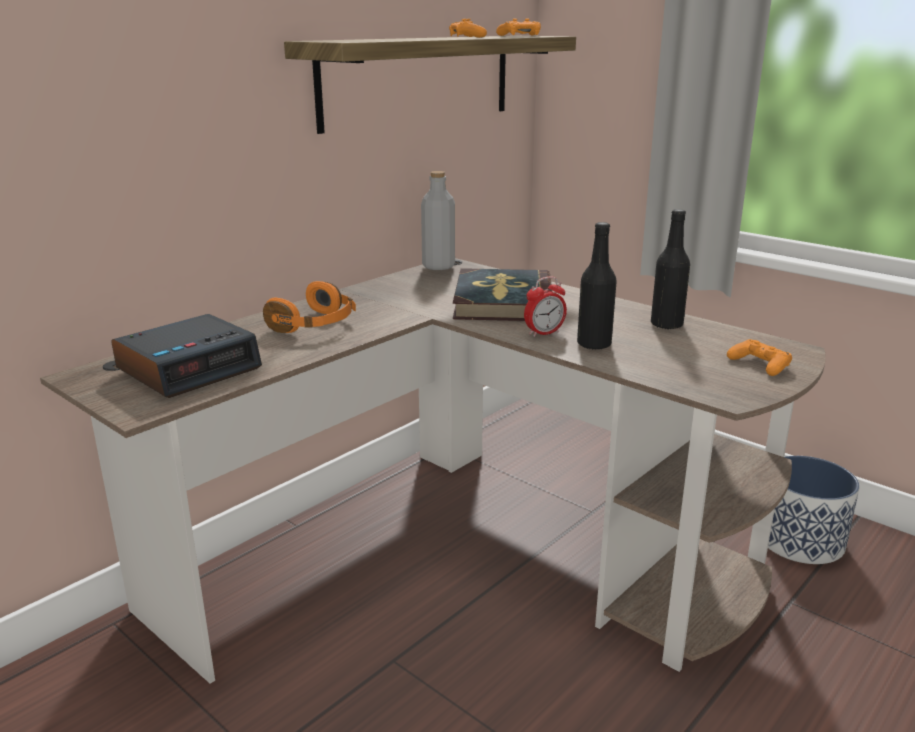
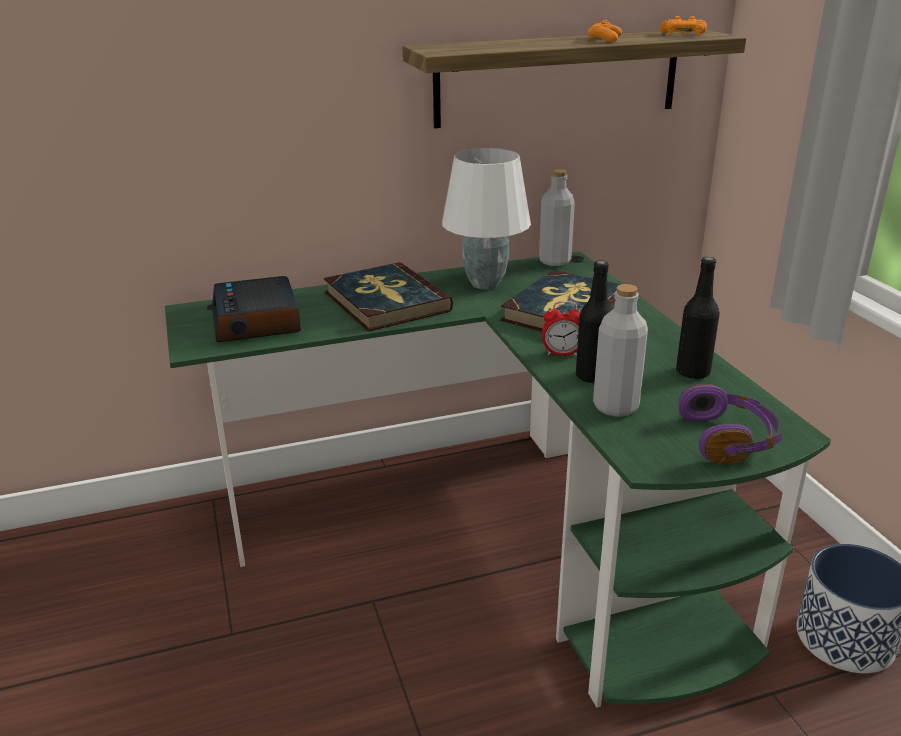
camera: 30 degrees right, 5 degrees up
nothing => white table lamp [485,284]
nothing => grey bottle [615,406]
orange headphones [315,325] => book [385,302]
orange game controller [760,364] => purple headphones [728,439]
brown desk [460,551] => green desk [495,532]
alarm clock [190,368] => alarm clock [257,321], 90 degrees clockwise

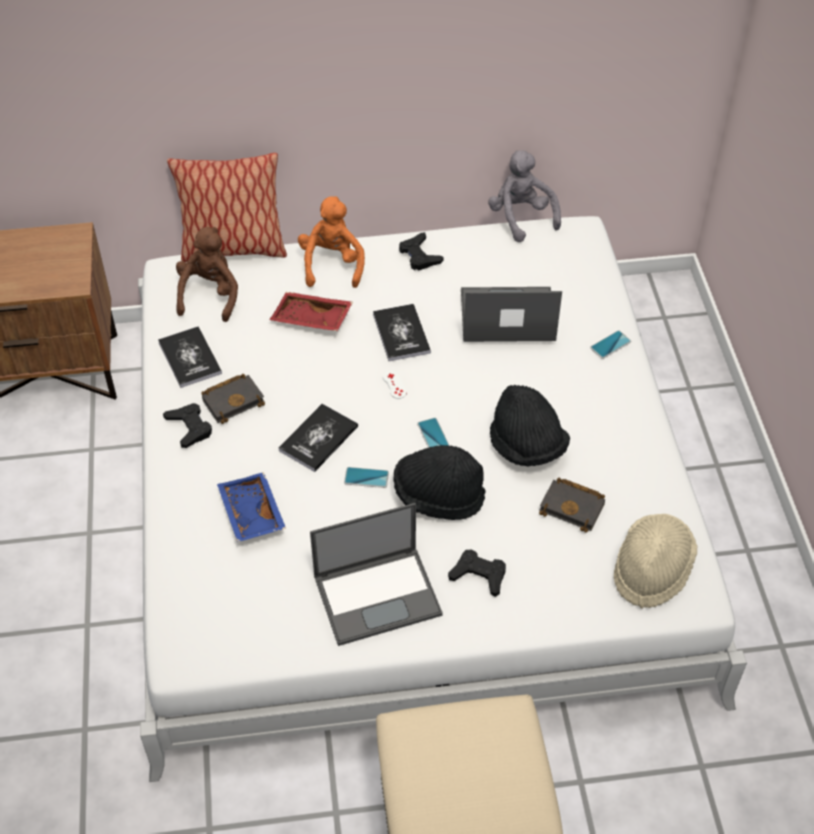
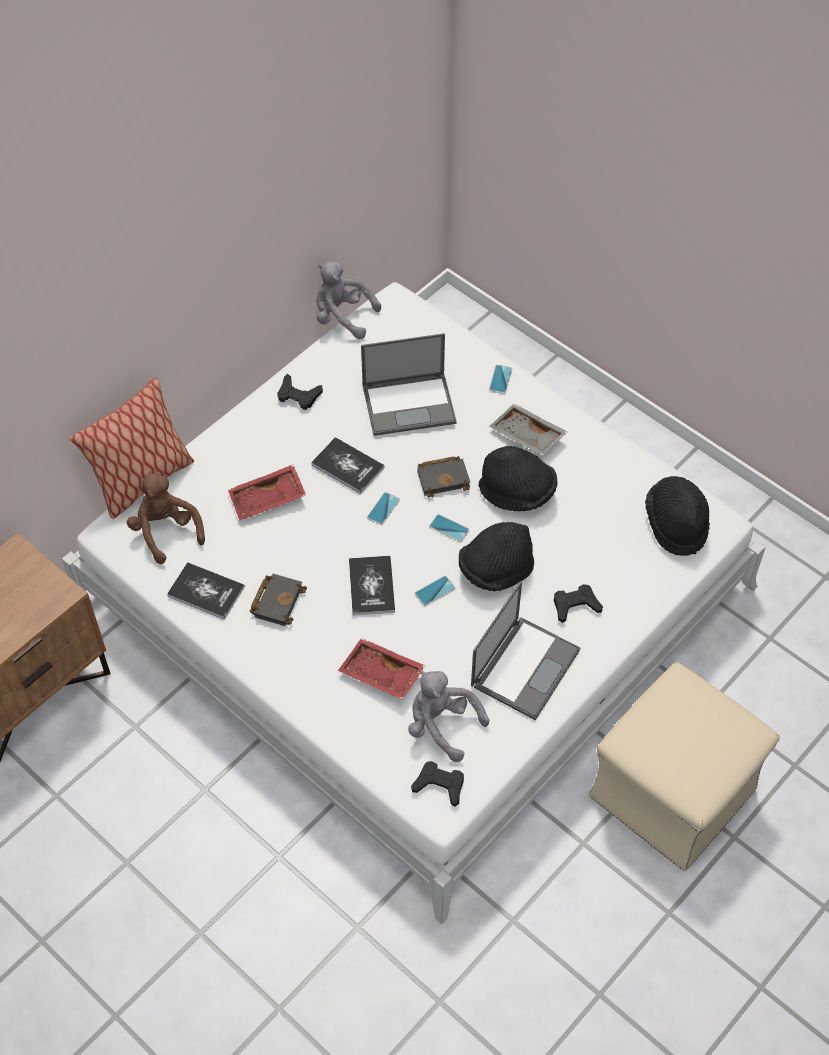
camera: 40 degrees left, 5 degrees up
orange plush toy [332,264] => nothing
nothing => grey plush toy [441,725]
nothing => grey tray [526,436]
black game controller [189,428] => black game controller [439,785], relocated
black book [574,507] => black book [444,478], relocated
white game controller [394,384] => phone [383,509]
blue tray [250,514] => red tray [380,675]
beige hat [651,570] => black hat [676,524]
laptop [506,316] => laptop [410,403], 150 degrees counterclockwise

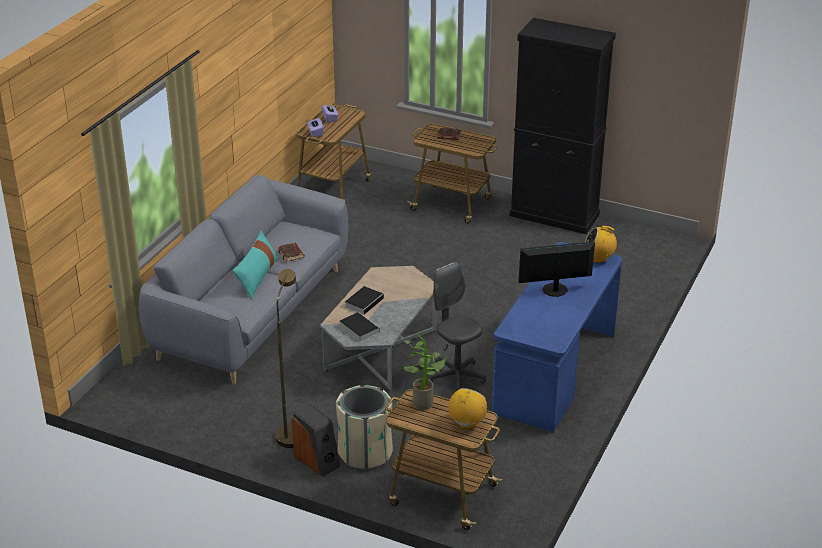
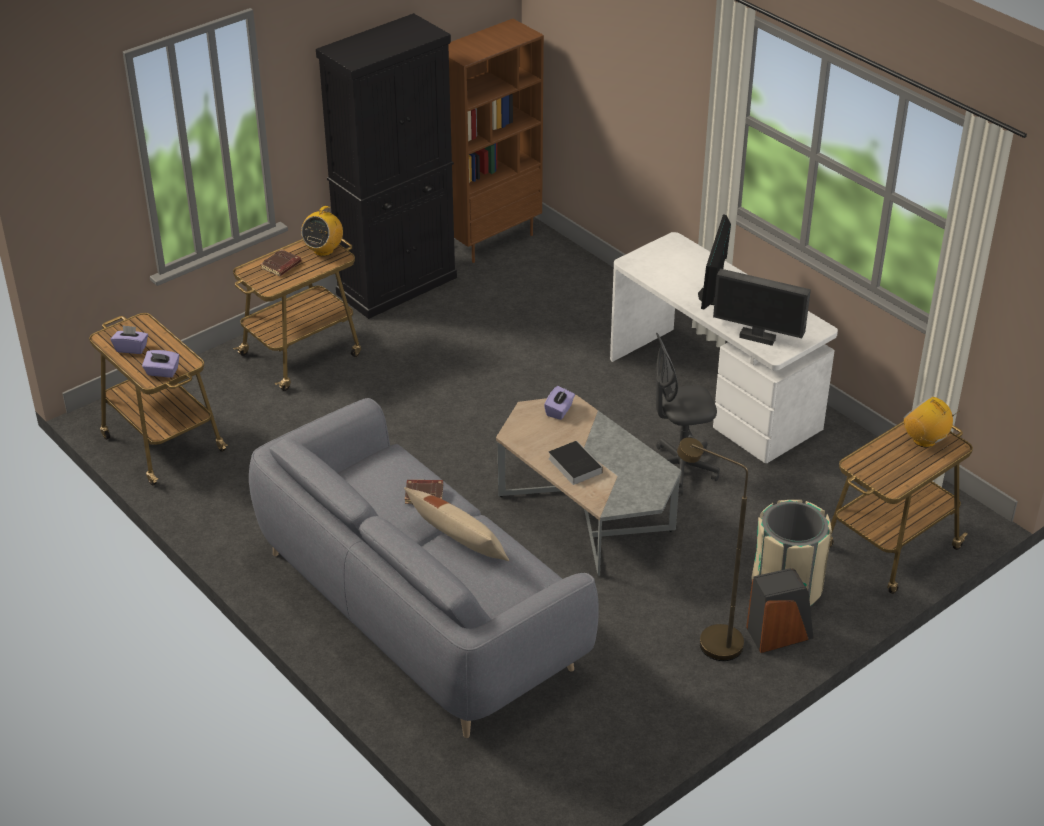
camera: 65 degrees left, 5 degrees up
book [358,328] => nothing
potted plant [424,402] => nothing
nothing => brown bookcase [491,240]
nothing => purple tissue box [559,411]
nothing => monitor [757,337]
radio [598,258] => radio [323,250], relocated
turquoise pillow [257,277] => beige pillow [457,541]
blue desk [555,372] => white desk [714,392]

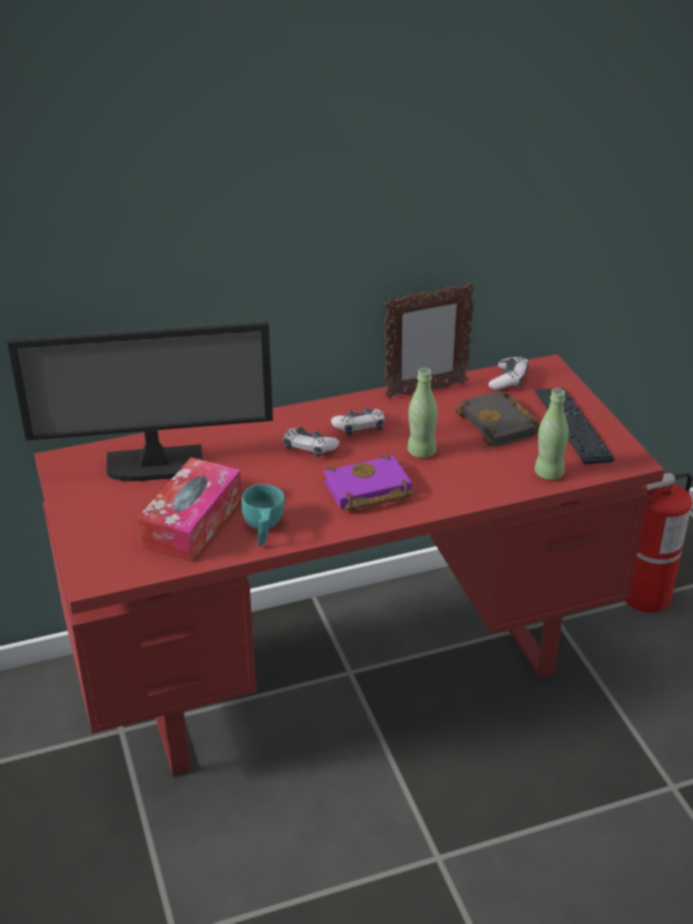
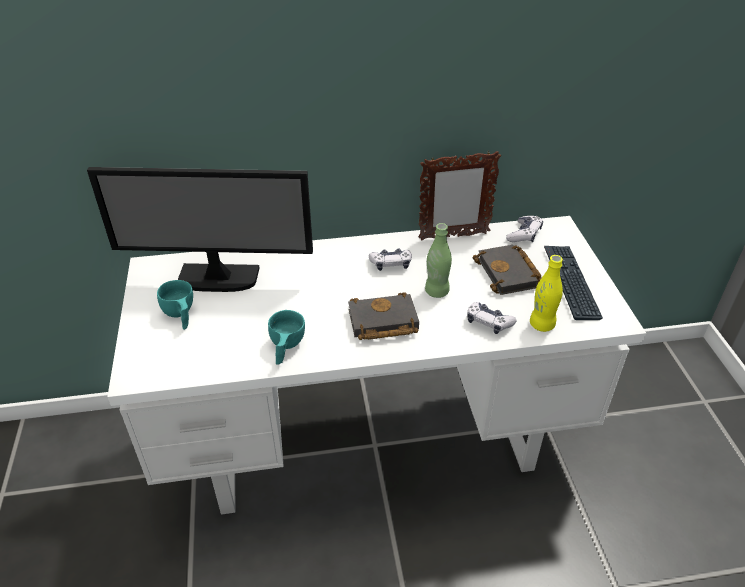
camera: 10 degrees right, 5 degrees up
tissue box [192,522] => nothing
fire extinguisher [645,596] => nothing
nothing => turquoise cup [180,315]
game controller [309,448] => game controller [488,322], relocated
red desk [347,668] => white desk [373,441]
purple book [366,491] => black book [381,323]
green bottle [548,473] => yellow bottle [541,324]

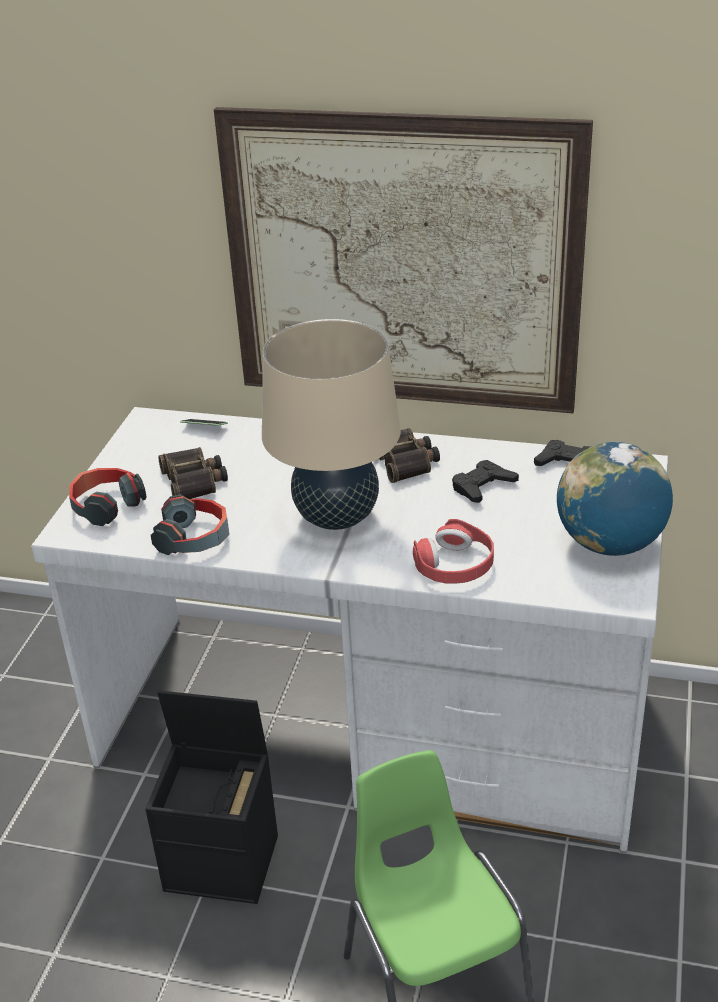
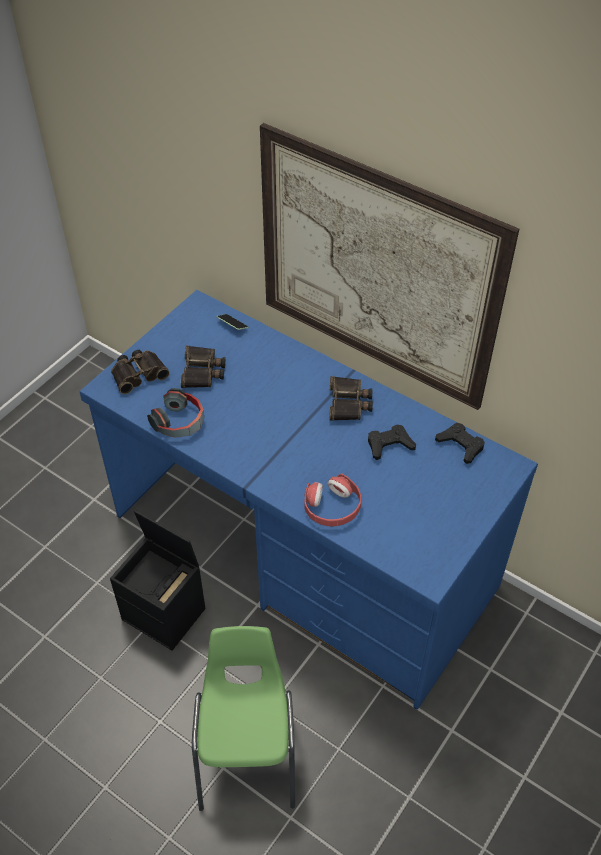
camera: 20 degrees right, 15 degrees up
beige table lamp [337,517] => nothing
globe [610,544] => nothing
headphones [106,505] => binoculars [138,373]
white desk [372,727] => blue desk [301,552]

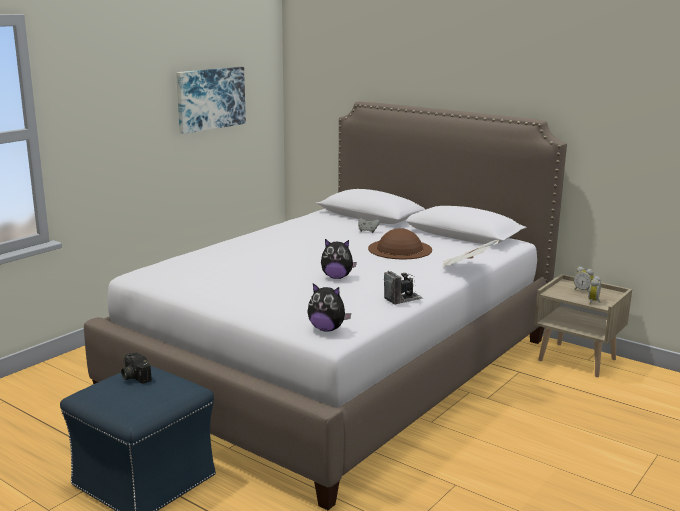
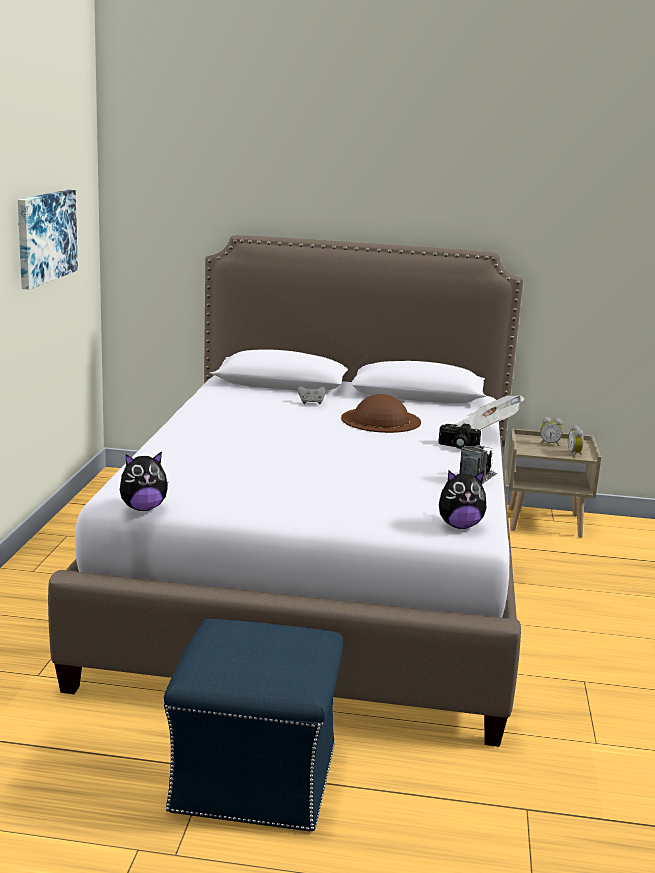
camera: 30 degrees left, 0 degrees up
photo camera [134,376] => photo camera [457,446], relocated
plush toy [337,277] => plush toy [143,508], relocated

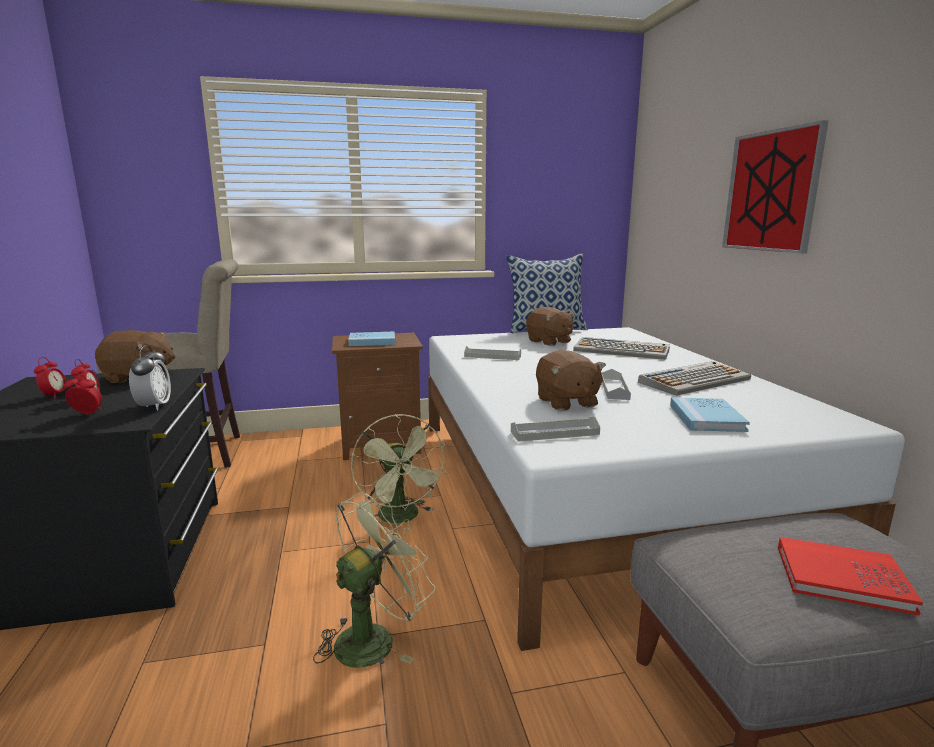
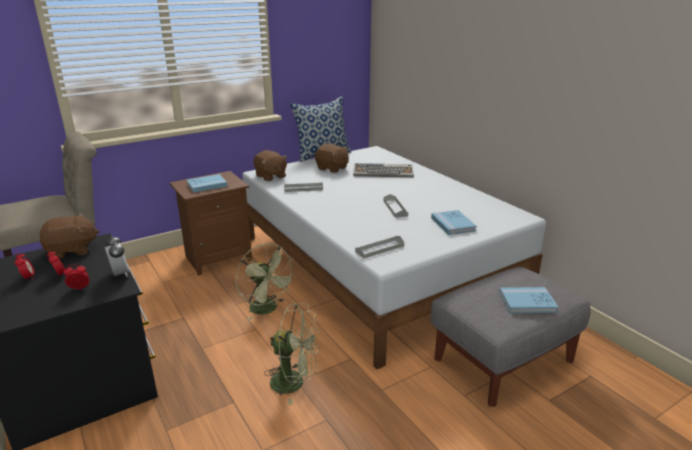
camera: 20 degrees left, 10 degrees up
keyboard [694,380] => nothing
picture [771,191] => nothing
brown plush toy [566,402] => brown plush toy [270,176], relocated
red book [842,578] => blue book [527,302]
green fan [374,637] => green fan [295,382], 75 degrees clockwise

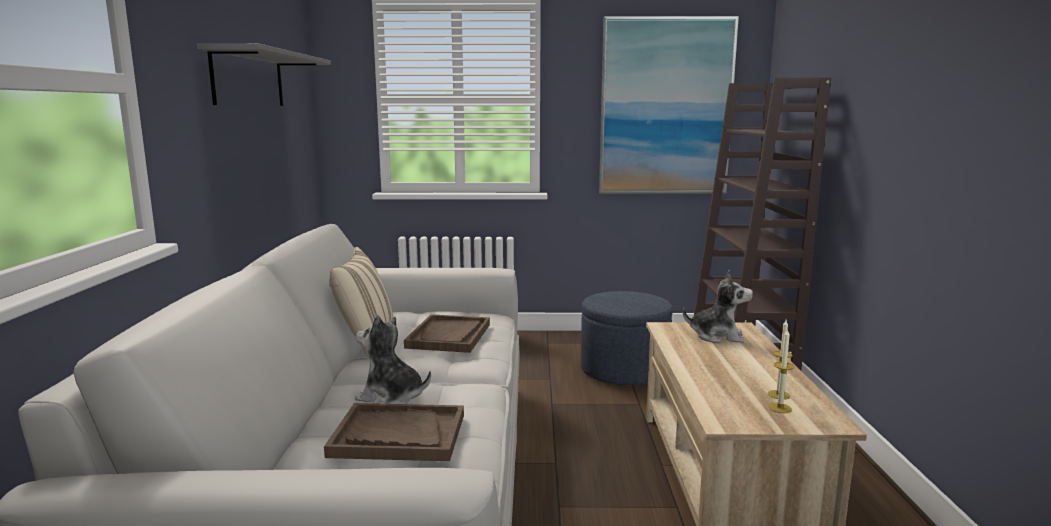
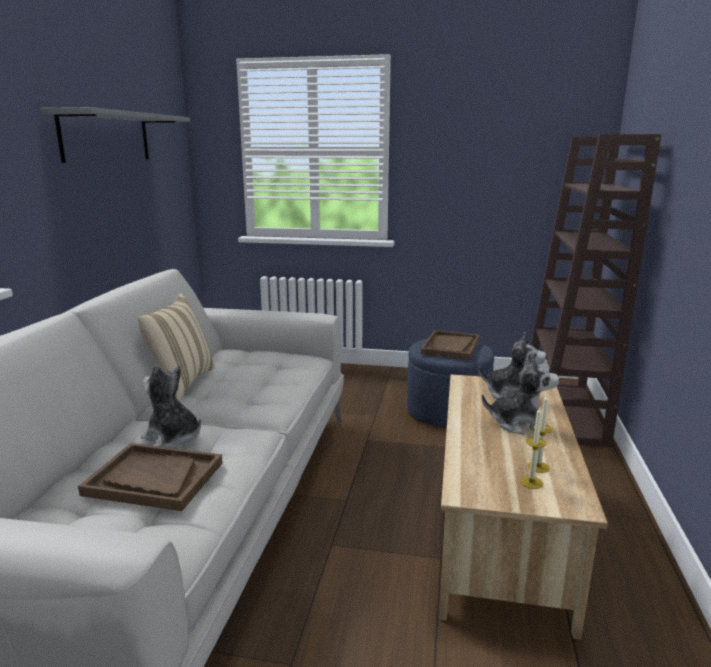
camera: 10 degrees right, 5 degrees up
picture [665,107] => nothing
nothing => plush toy [519,423]
brown tray [449,336] => brown tray [450,347], relocated

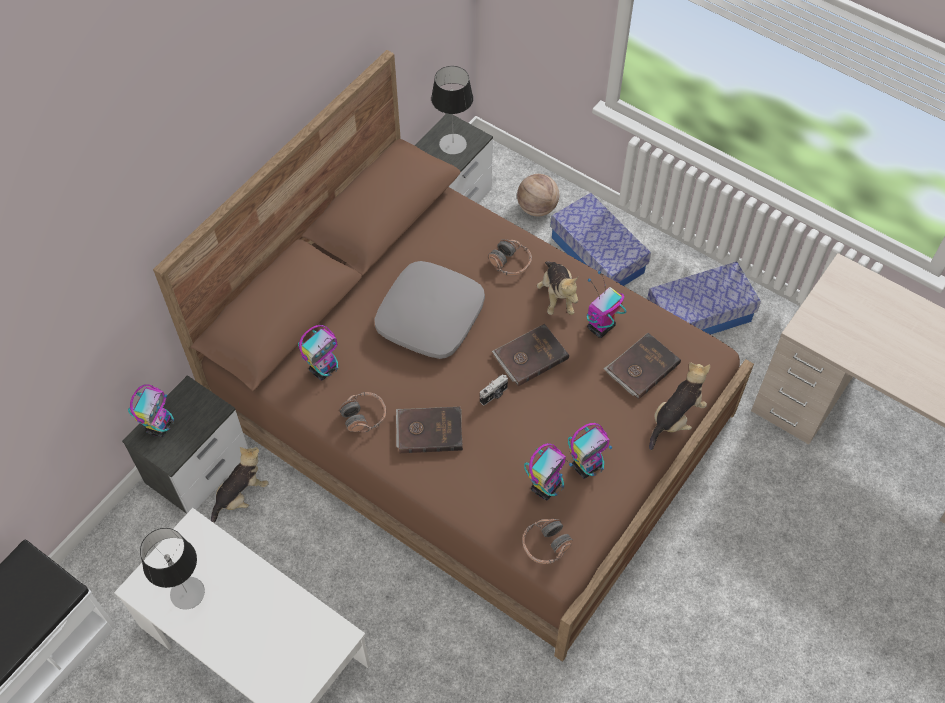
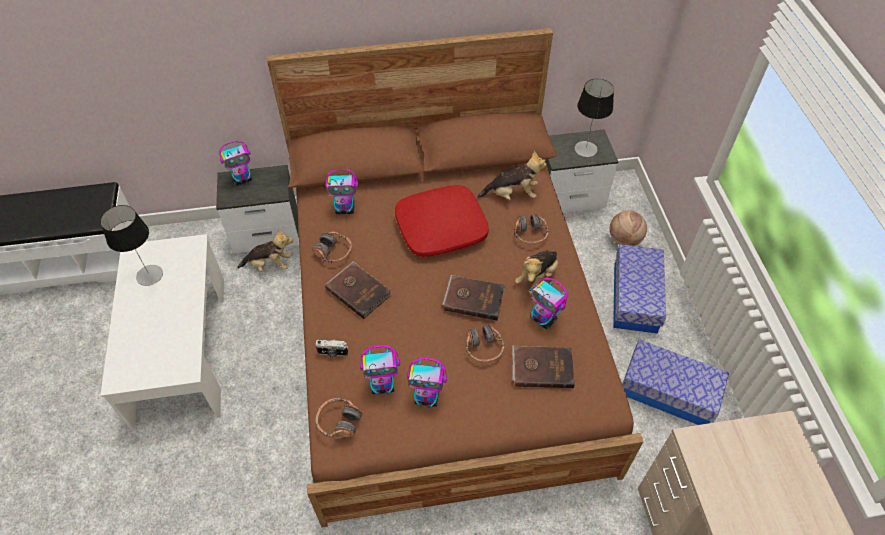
camera: 45 degrees right, 5 degrees down
nothing => headphones [484,348]
photo camera [494,395] => photo camera [332,353], relocated
plush toy [676,418] => plush toy [512,194], relocated
grey pillow [430,317] => red pillow [441,227]
toy robot [600,328] => toy robot [544,319], 135 degrees counterclockwise

